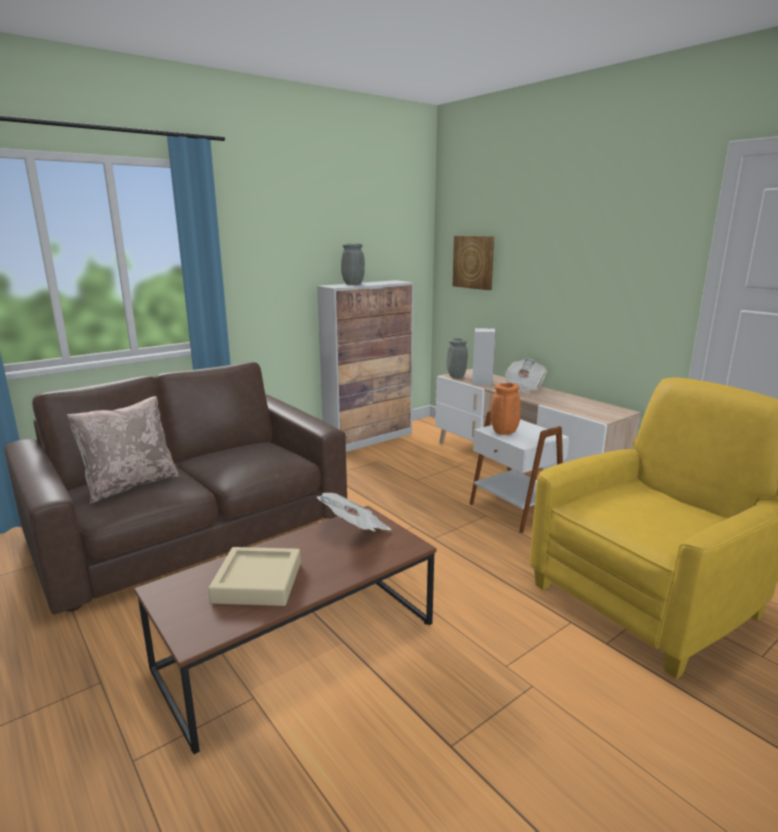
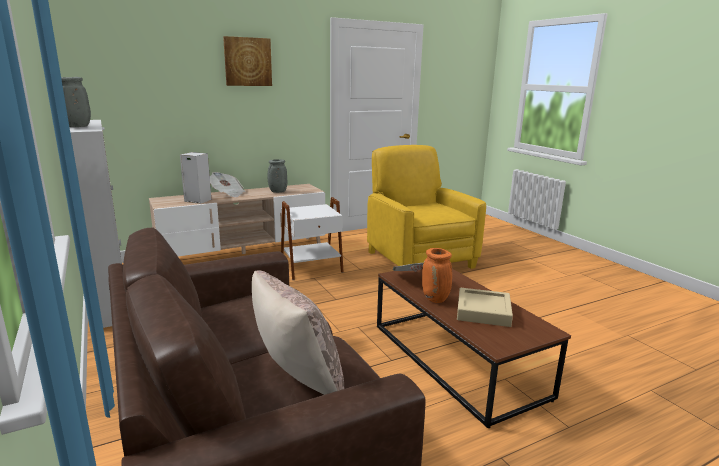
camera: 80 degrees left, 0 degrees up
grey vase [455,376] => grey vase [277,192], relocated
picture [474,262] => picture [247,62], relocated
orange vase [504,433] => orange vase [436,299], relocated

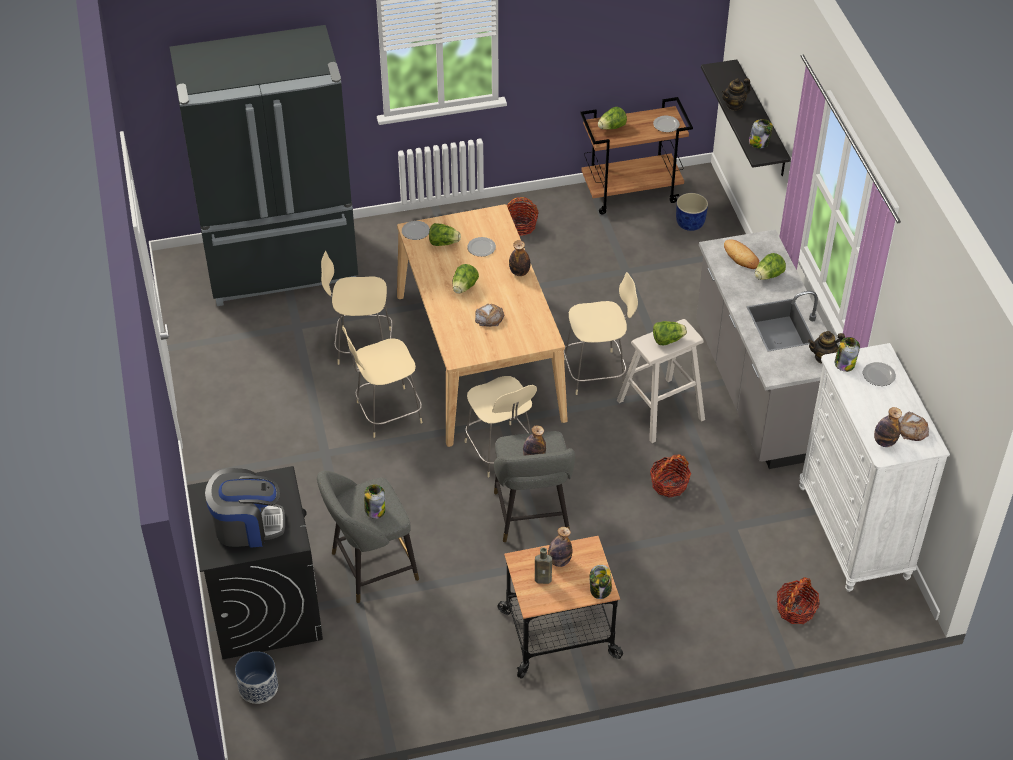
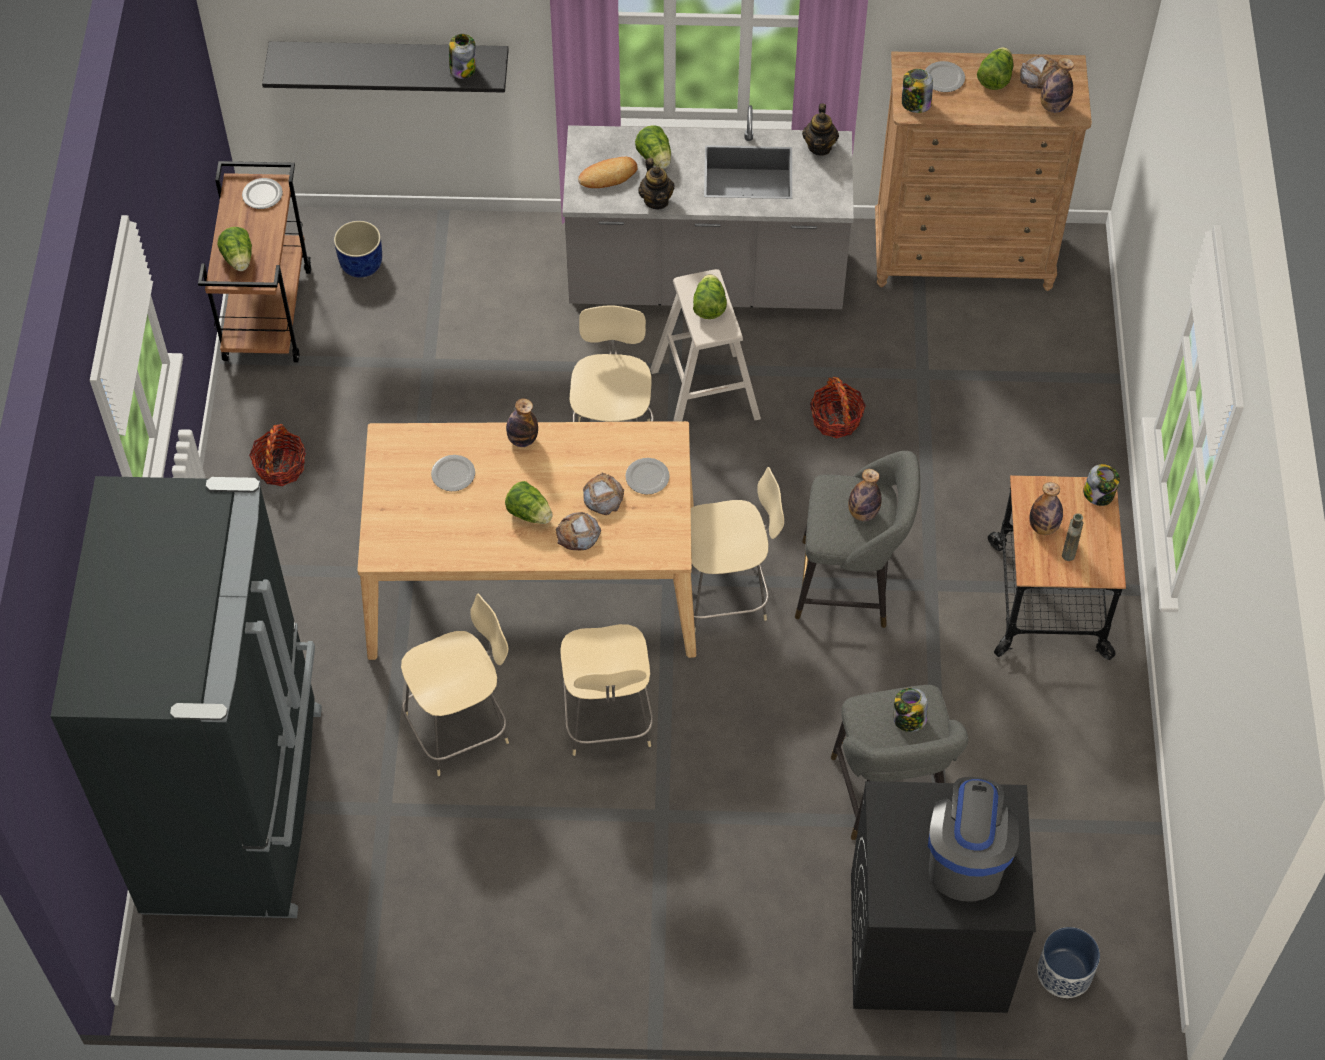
camera: 75 degrees left, 10 degrees up
basket [795,609] => nothing
nothing => bread [578,534]
plate [416,231] => plate [647,477], relocated
lettuce [443,243] => lettuce [995,78], relocated
teapot [734,105] => teapot [656,200], relocated
white dresser [854,532] => brown dresser [963,256]
beige chair [362,346] => beige chair [460,727], 135 degrees counterclockwise

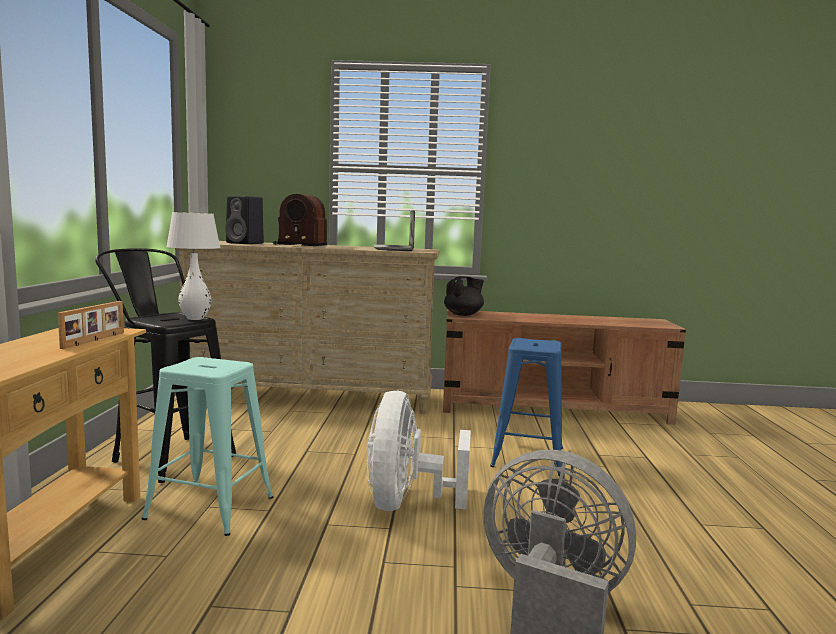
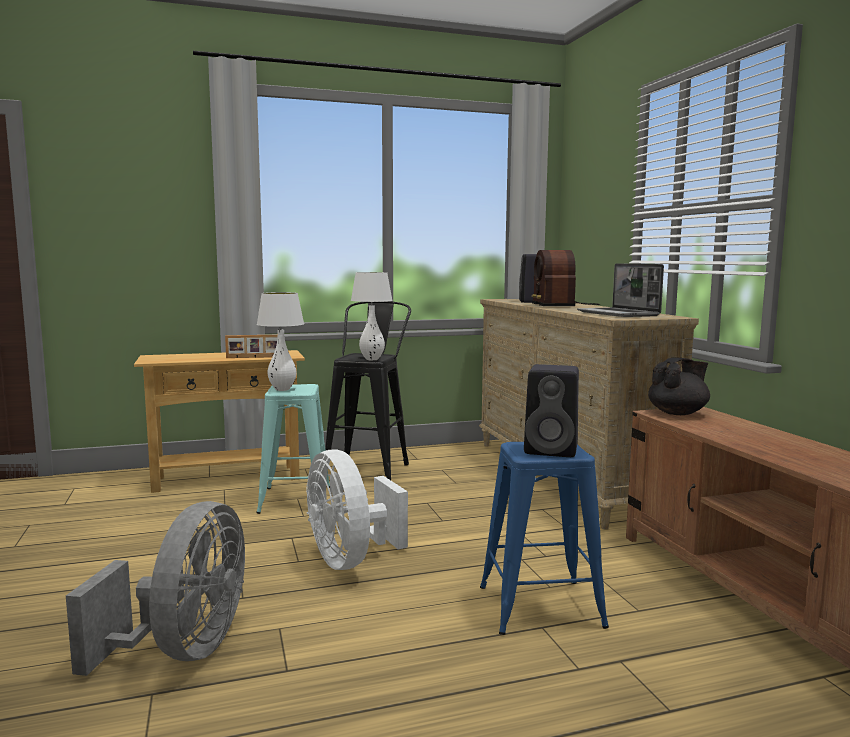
camera: 70 degrees right, 0 degrees up
nothing => white table lamp [282,389]
nothing => black speaker [553,450]
white fan [406,503] => white fan [350,559], 105 degrees counterclockwise
laptop [394,249] => laptop [619,314], 90 degrees counterclockwise
black teapot [464,314] => black teapot [678,413], 60 degrees counterclockwise

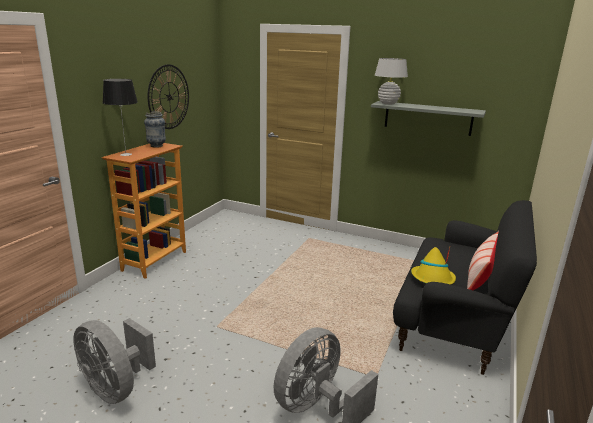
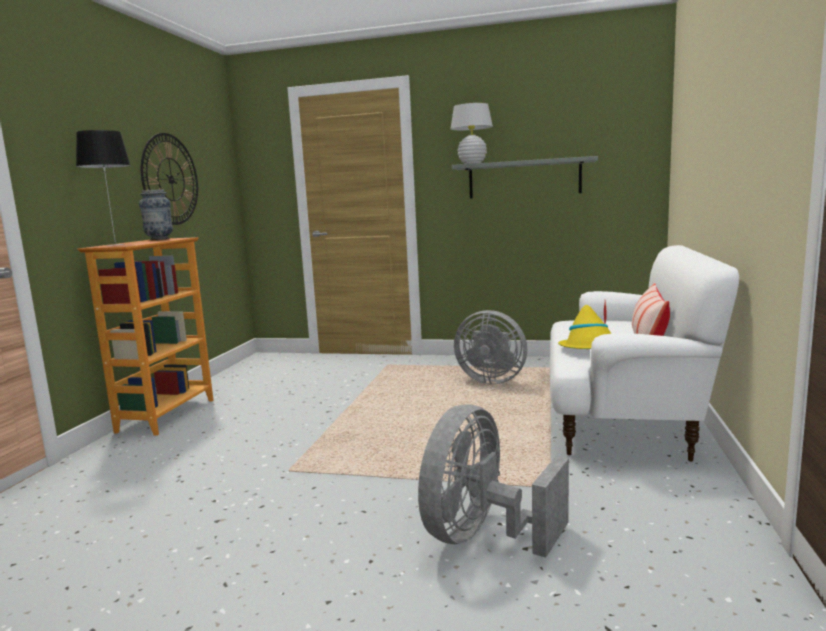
camera: 10 degrees left, 10 degrees down
grey fan [116,387] => grey fan [491,380], relocated
black sofa [454,321] => white sofa [622,415]

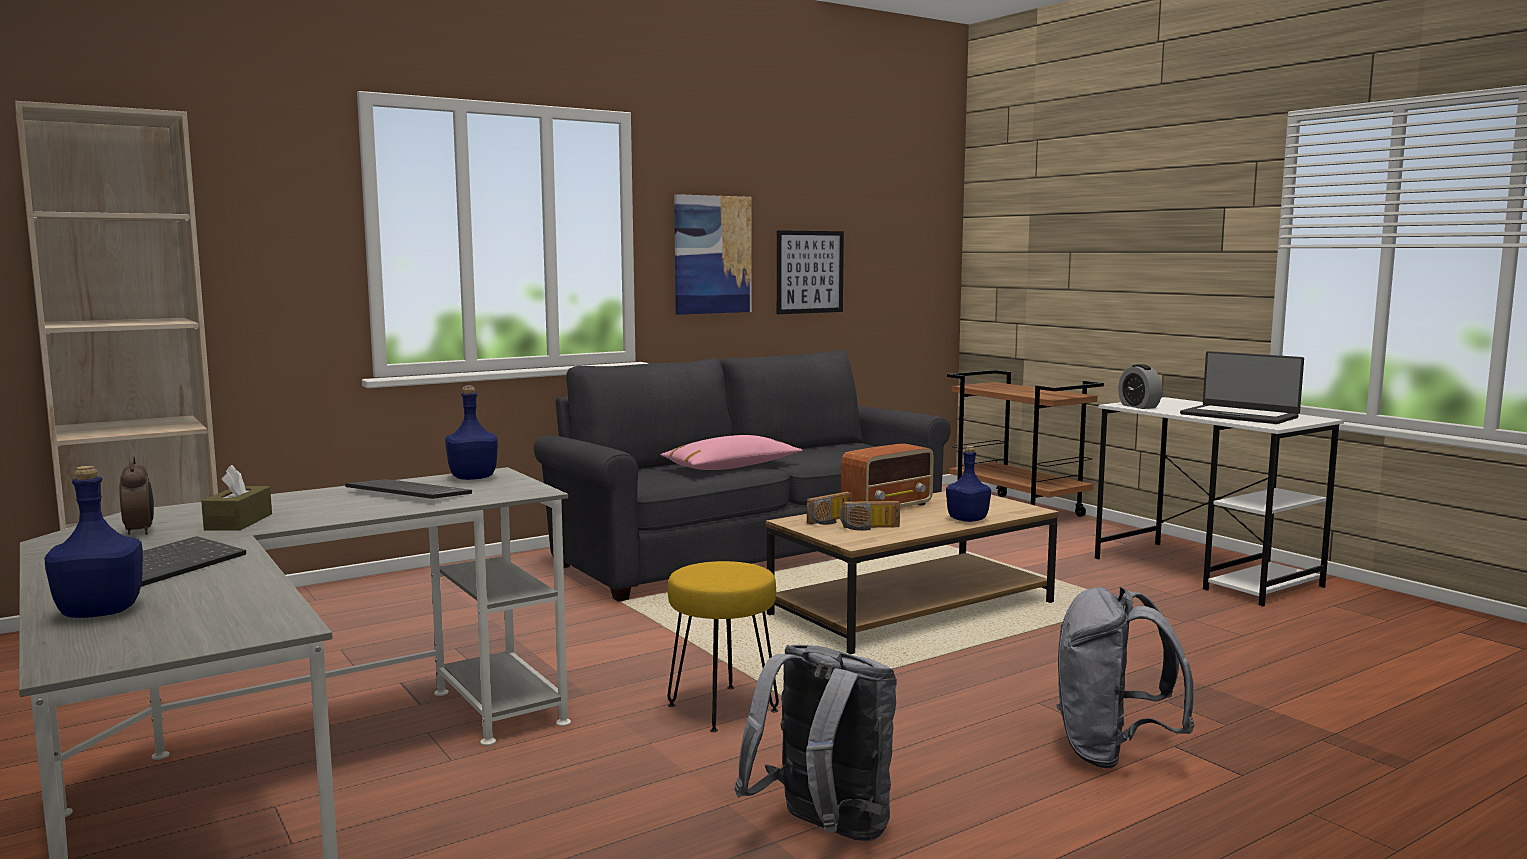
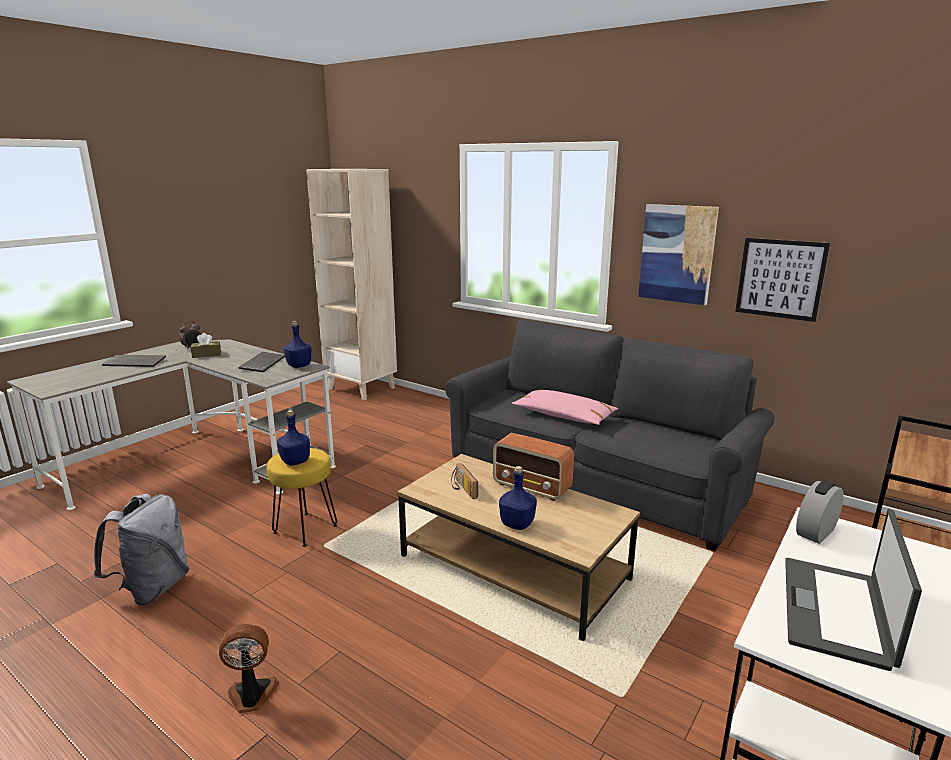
camera: 70 degrees right, 10 degrees up
radio [831,521] => nothing
blue bottle [100,611] => blue bottle [296,461], relocated
grey backpack [1112,753] => fan [252,696]

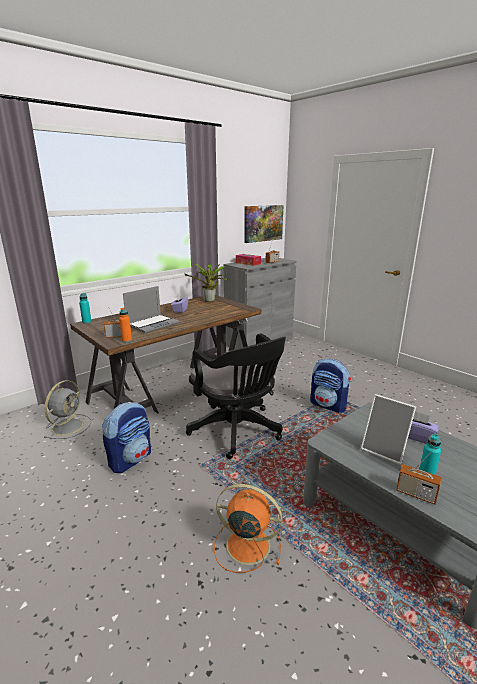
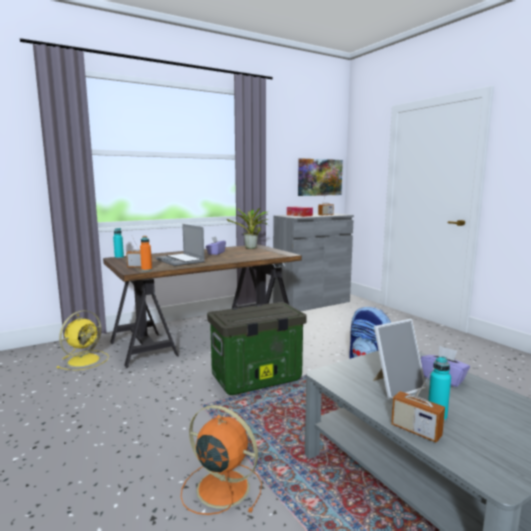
camera: 10 degrees right, 10 degrees down
backpack [130,459] => nothing
black office chair [237,431] => storage box [256,379]
grey fan [69,426] => yellow fan [85,360]
laptop [153,324] => laptop [181,261], 90 degrees clockwise
picture frame [385,450] => picture frame [396,387], 75 degrees counterclockwise

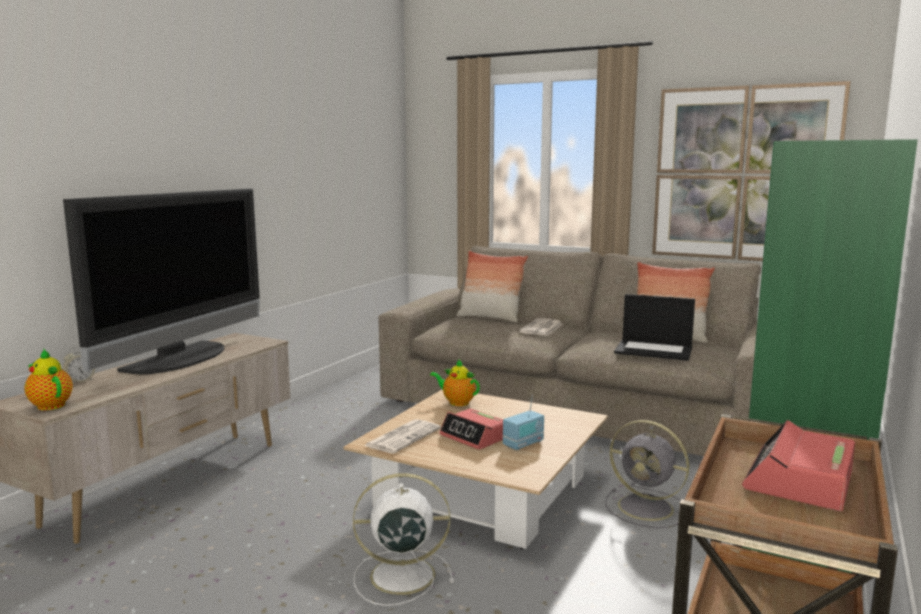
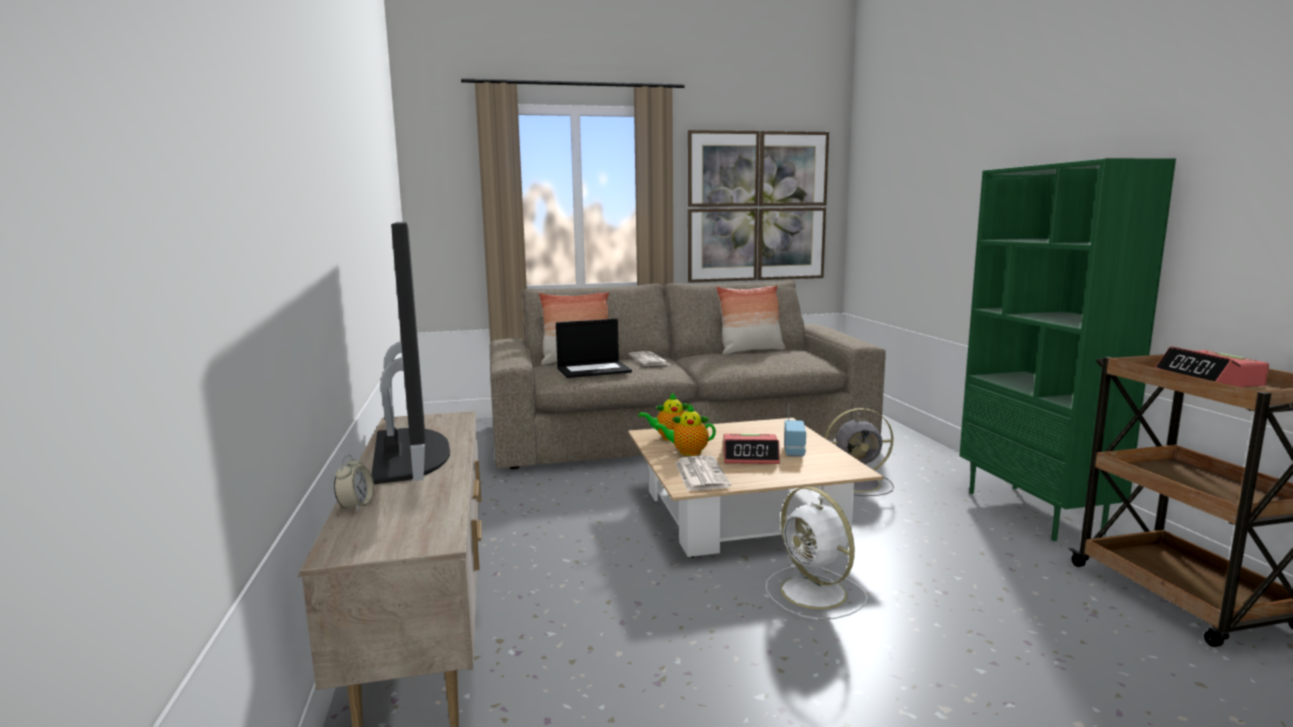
camera: 40 degrees left, 0 degrees up
teapot [50,405] => teapot [687,452], relocated
laptop [654,350] => laptop [594,370], relocated
white fan [399,576] => white fan [815,593], 75 degrees counterclockwise

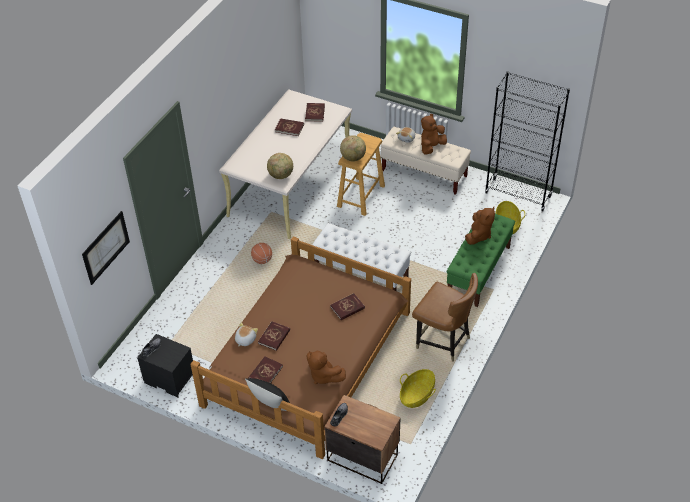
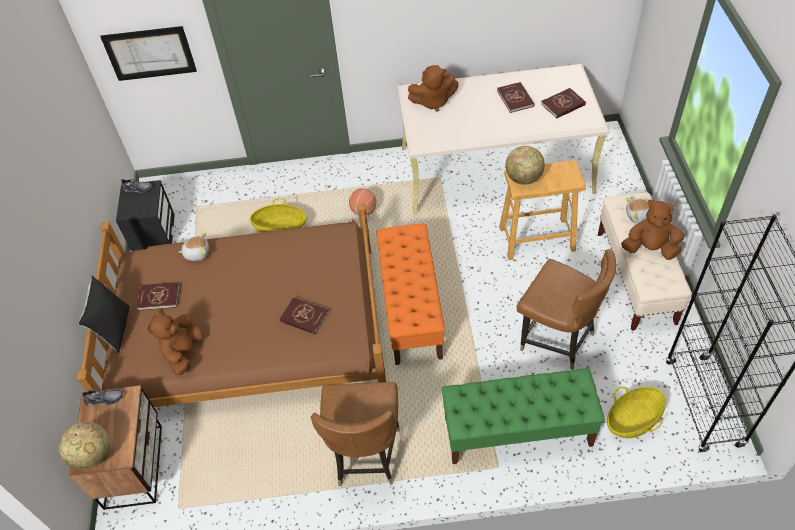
camera: 60 degrees right, 5 degrees up
red book [274,337] => nothing
nothing => brown chair [557,339]
globe [281,175] => globe [92,455], relocated
basket [417,395] => basket [281,228], relocated
brown plush toy [478,235] => brown plush toy [433,102], relocated
white bench [360,275] => orange bench [411,309]

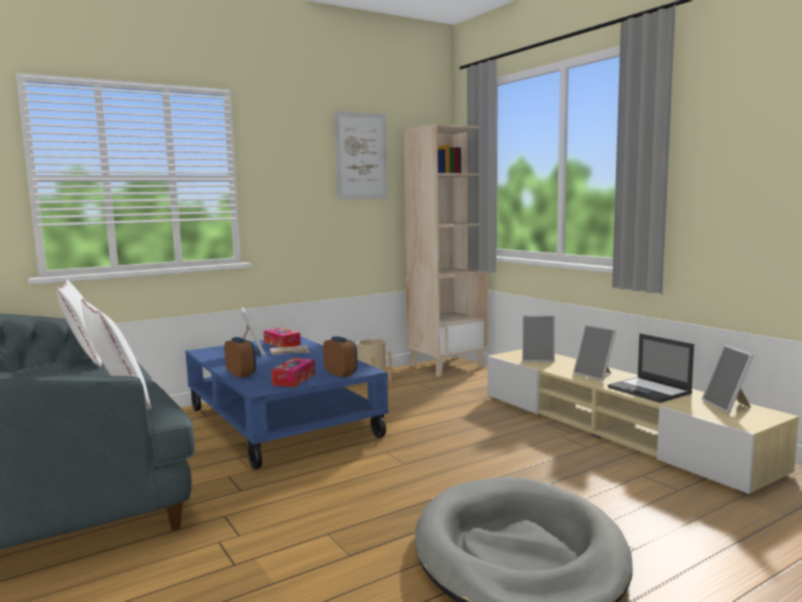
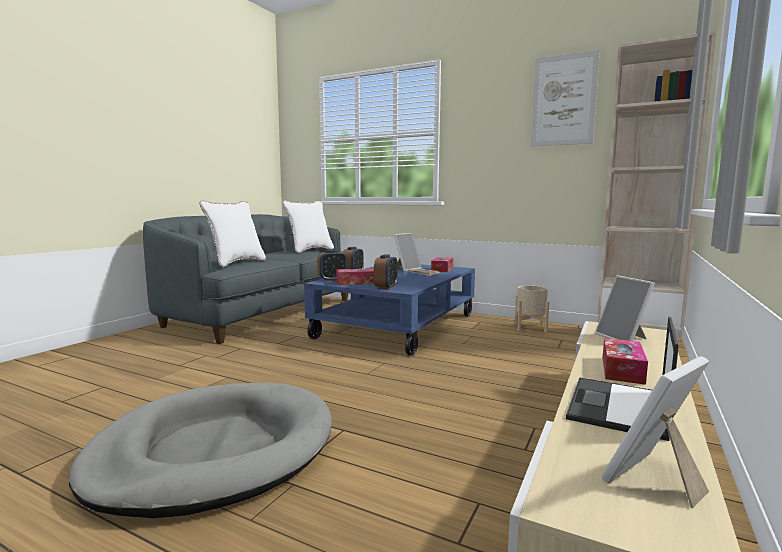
camera: 60 degrees right, 0 degrees up
nothing => alarm clock [332,280]
picture frame [595,375] => tissue box [622,370]

